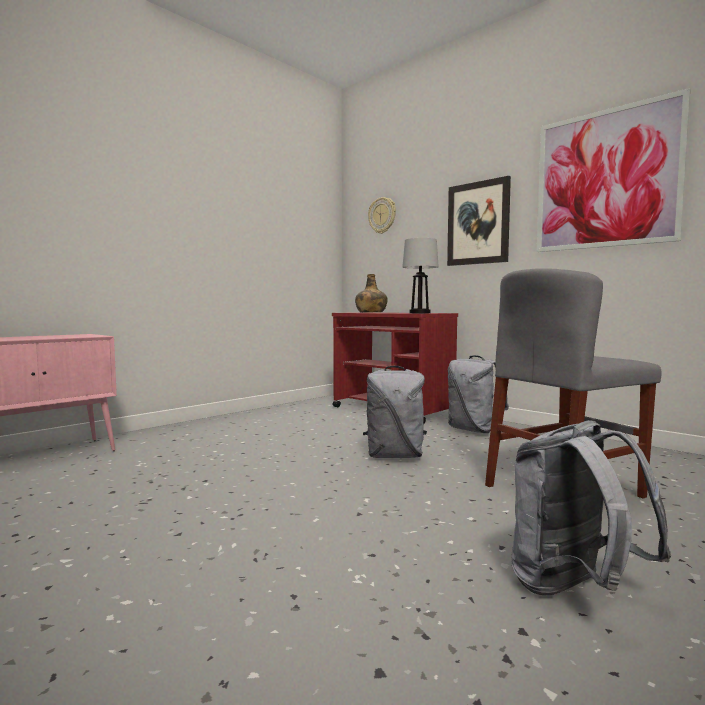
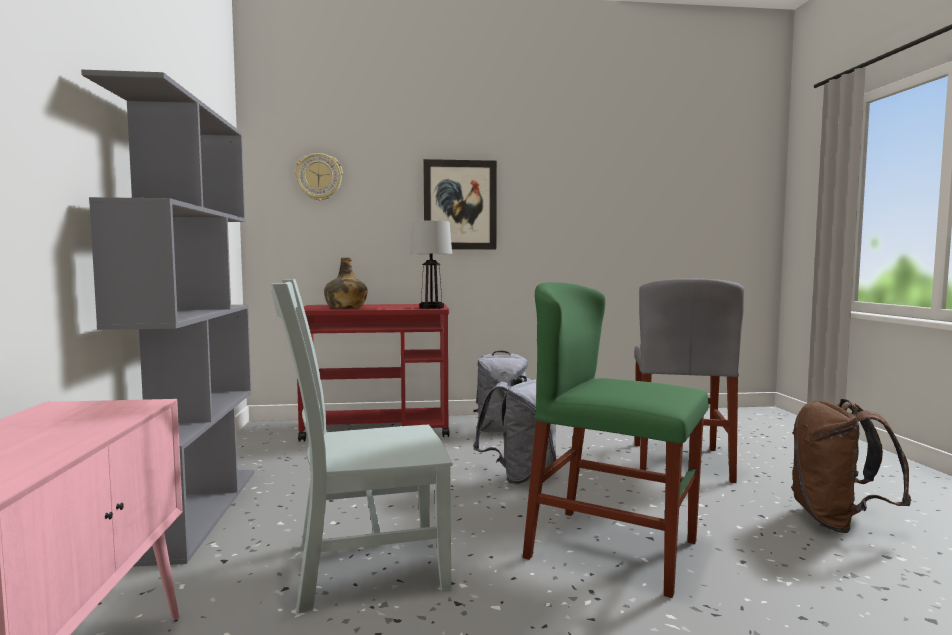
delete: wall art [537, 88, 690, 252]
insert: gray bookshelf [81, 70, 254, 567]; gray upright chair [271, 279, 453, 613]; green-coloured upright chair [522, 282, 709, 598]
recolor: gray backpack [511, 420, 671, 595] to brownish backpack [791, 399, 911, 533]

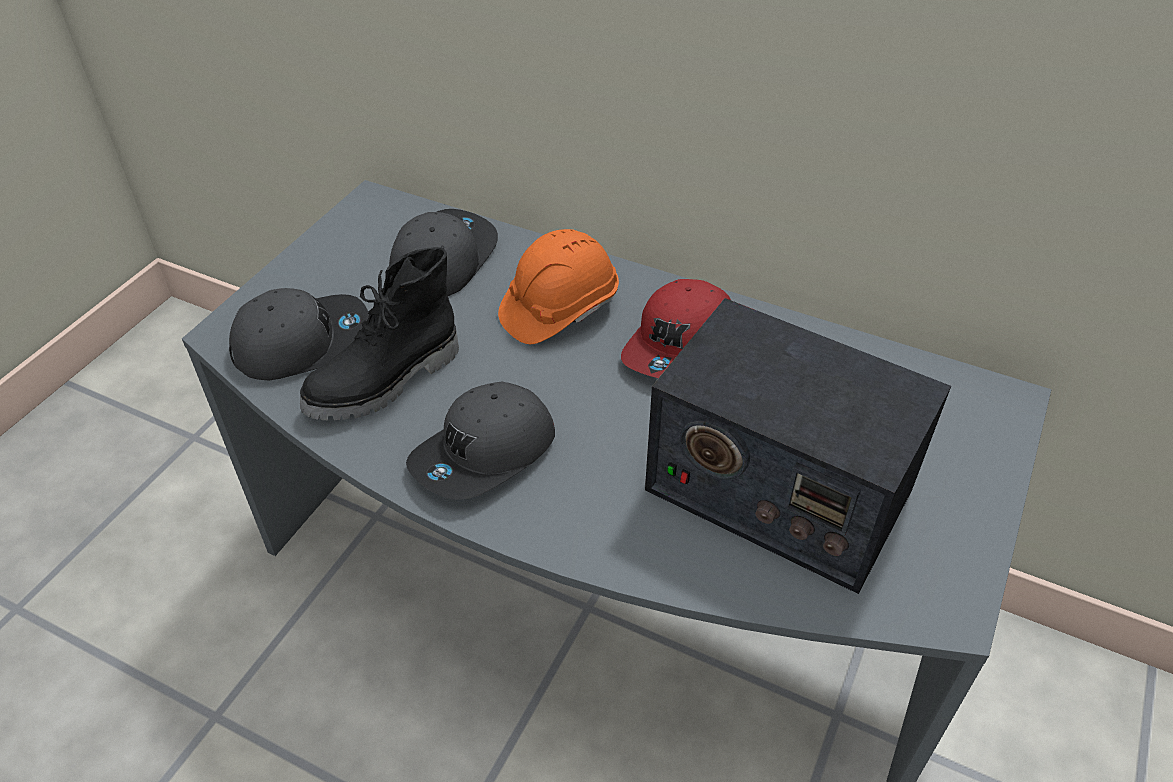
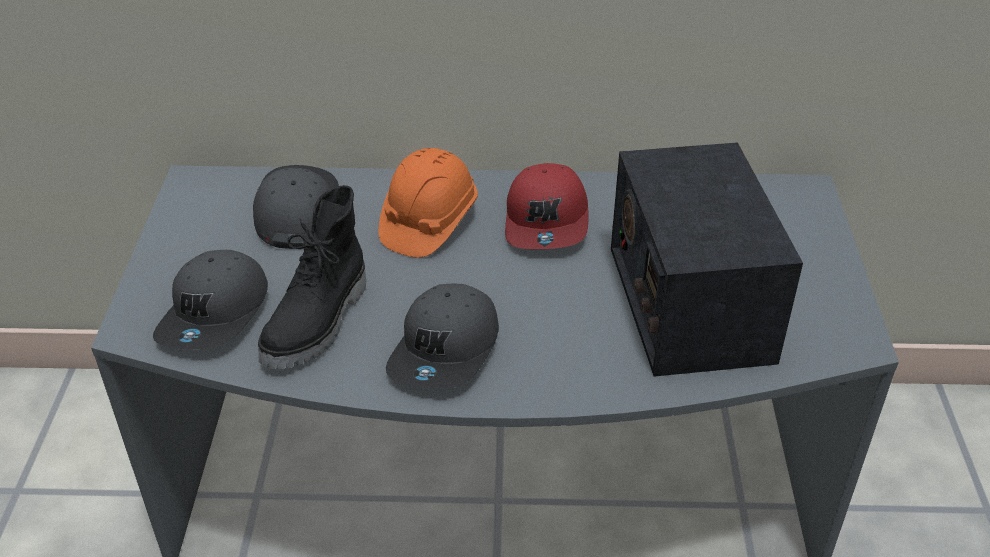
rotate: gray peaked cap [229, 288, 369, 380] = [153, 250, 268, 350] 150 degrees clockwise; radio receiver [645, 298, 951, 594] = [611, 142, 803, 377] 75 degrees clockwise

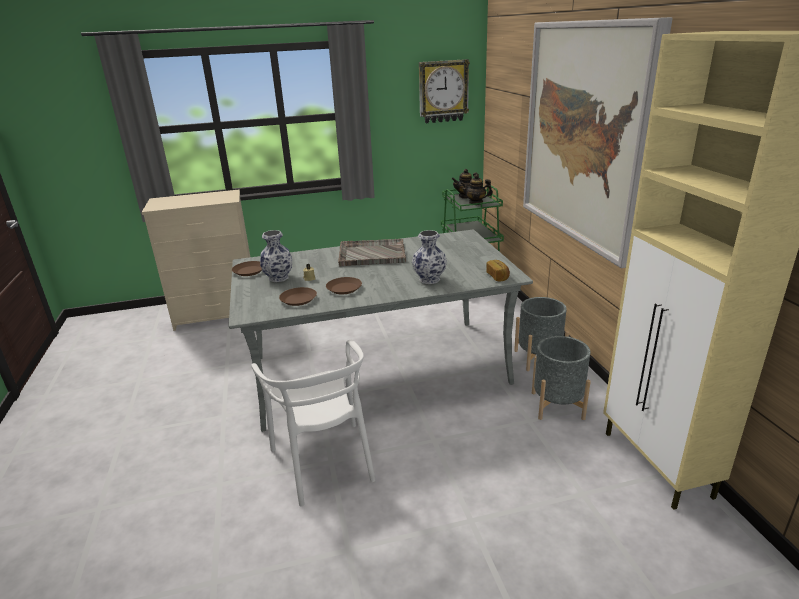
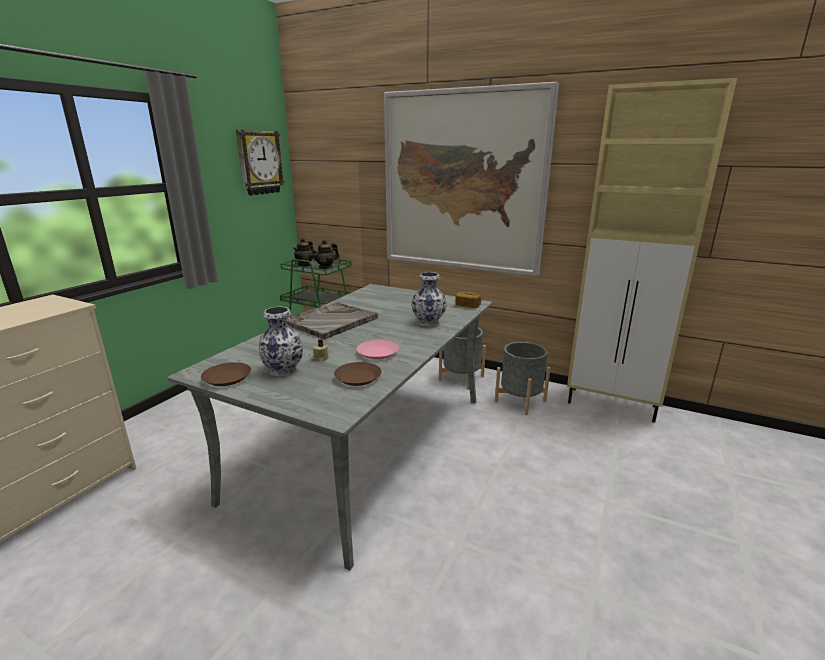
delete: white-coloured upright chair [251, 340, 375, 507]
recolor: brownish flat dish [326, 277, 362, 294] to pink flat dish [357, 340, 399, 360]

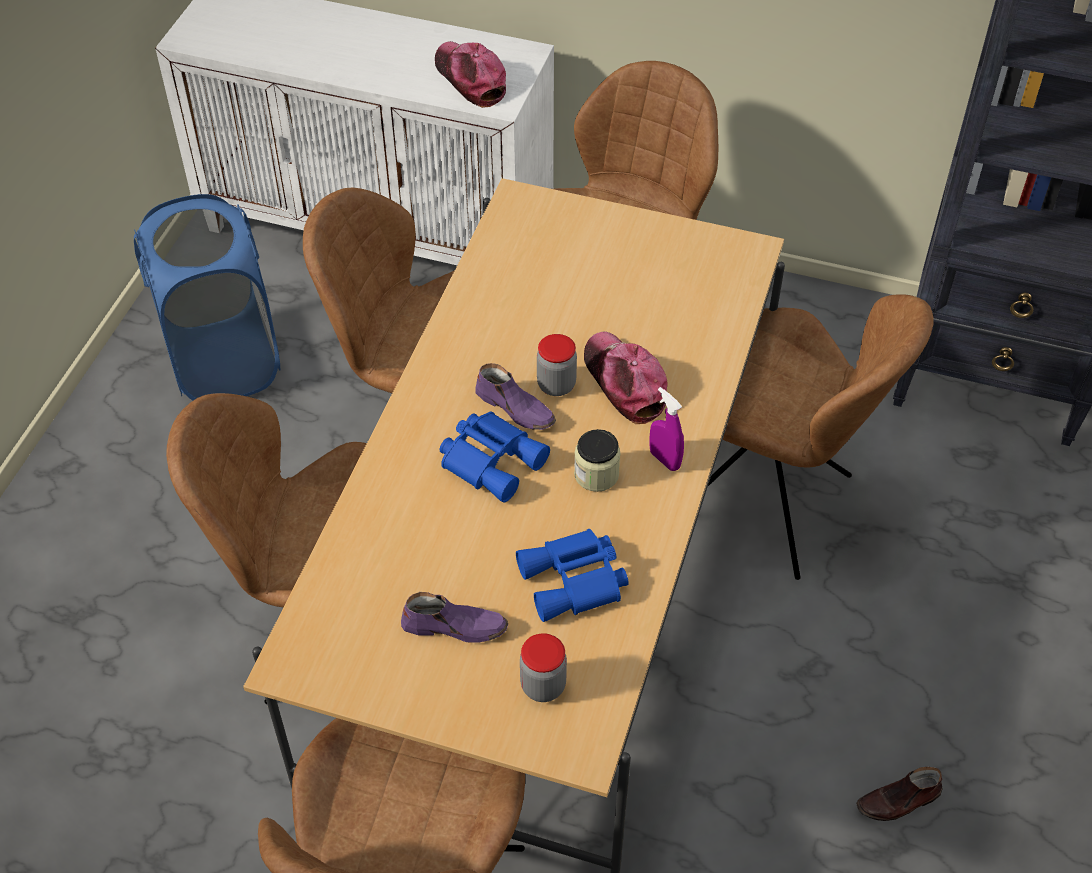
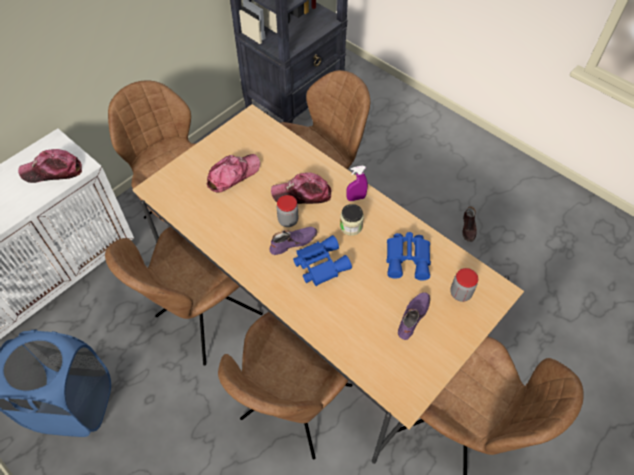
insert: peaked cap [207, 154, 260, 193]

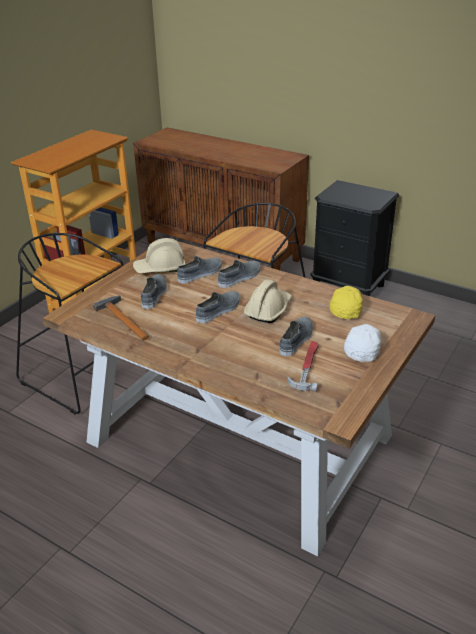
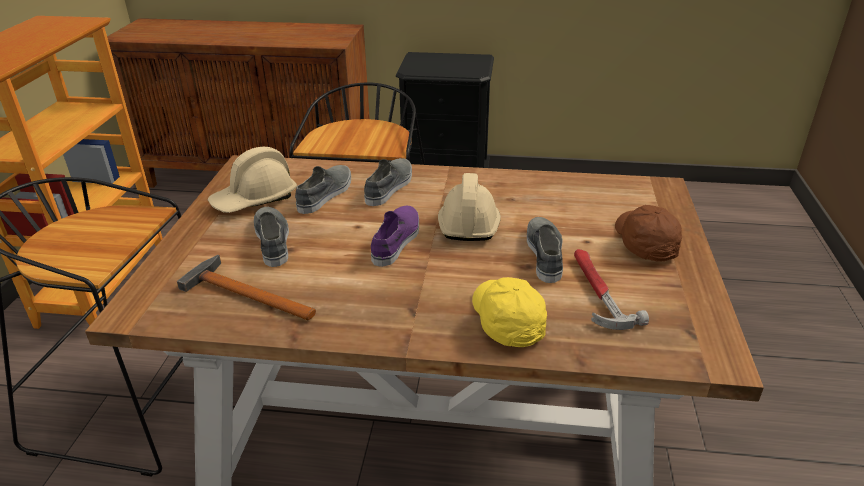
move: yellow peaked cap [330, 286, 363, 319] to [472, 277, 547, 347]
recolor: gray item of footwear [196, 291, 240, 323] to purplish item of footwear [371, 206, 419, 267]; white-coloured peaked cap [344, 324, 381, 362] to brownish peaked cap [615, 205, 682, 262]

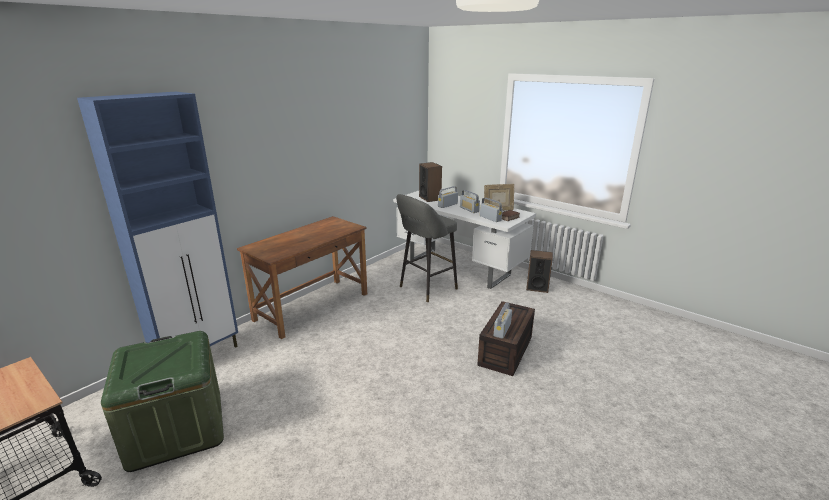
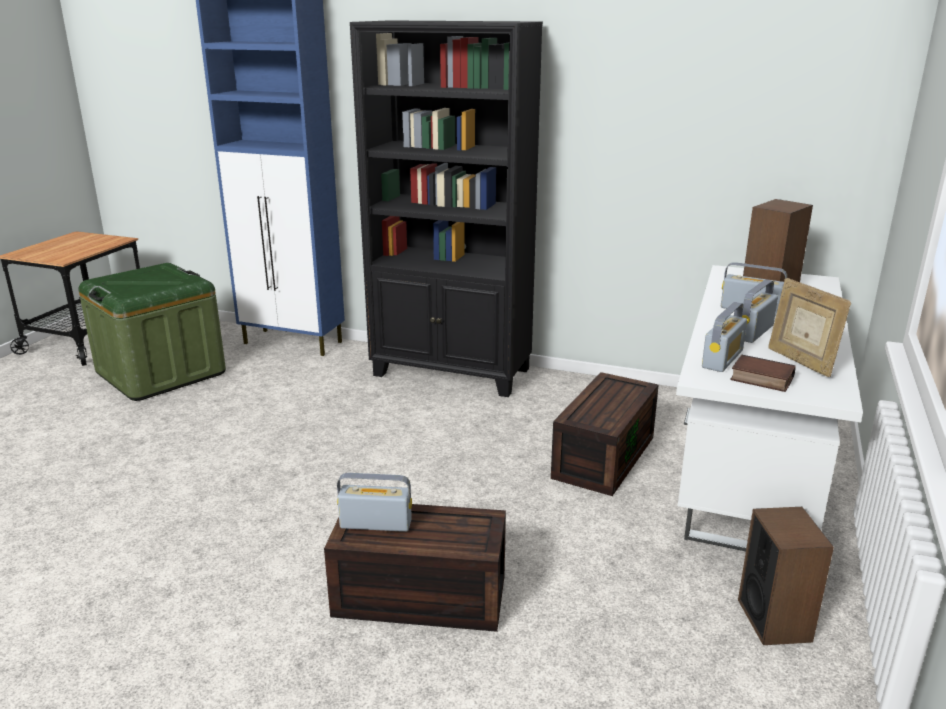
replace: gray sitting stool [396, 194, 458, 302] to brownish storage container [551, 372, 659, 496]; brownish desk [237, 216, 367, 339] to black bookshelf [350, 20, 543, 397]

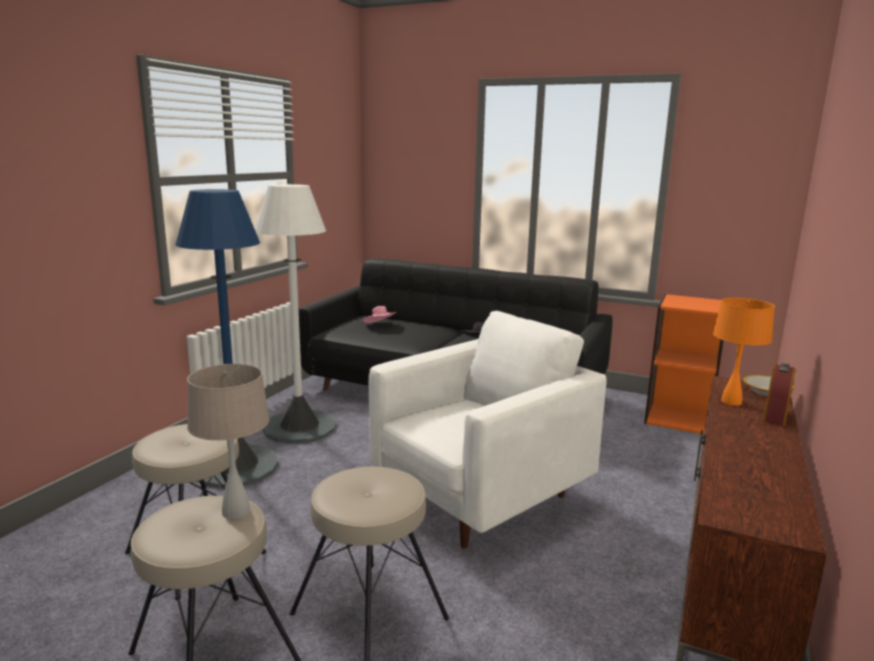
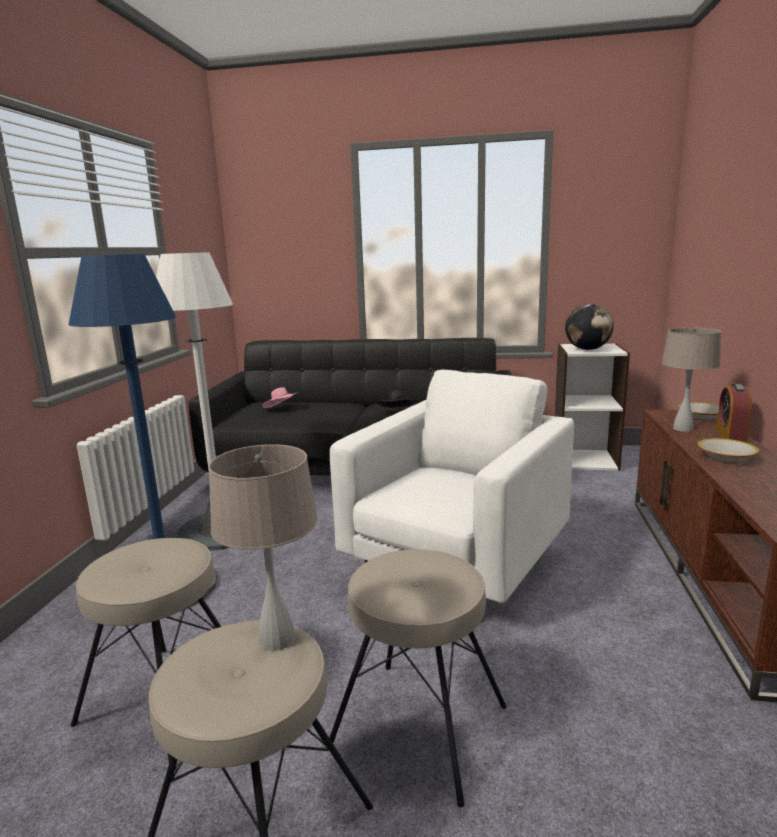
insert: desk globe [565, 304, 614, 350]; deep dish [697, 438, 760, 463]
recolor: orangey bookshelf [644, 294, 724, 434] to white-coloured bookshelf [554, 343, 630, 471]; orangey table lamp [713, 298, 775, 406] to beige-coloured table lamp [662, 327, 721, 432]

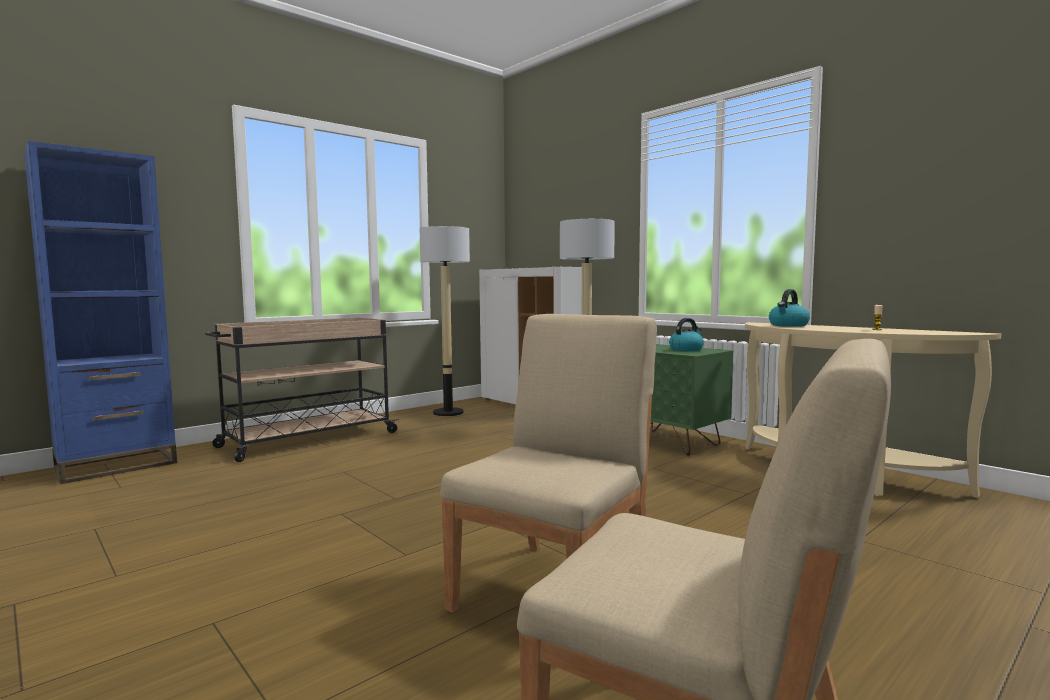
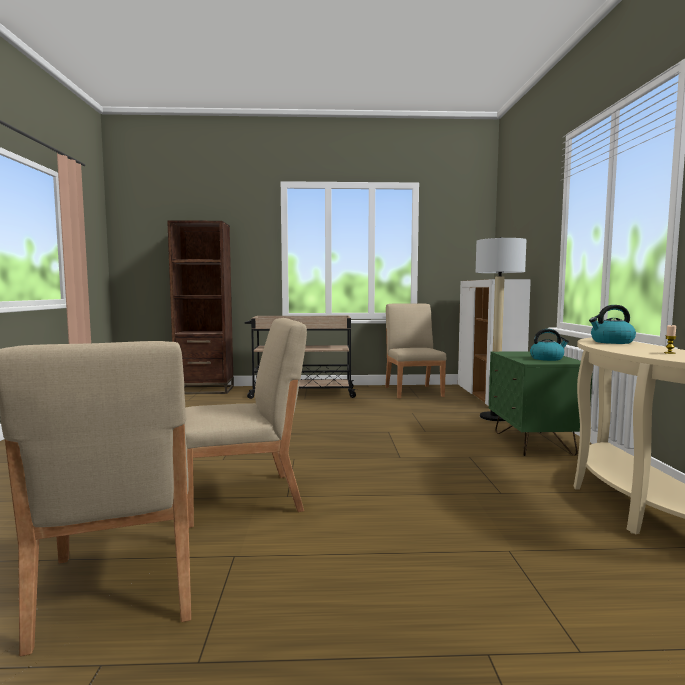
replace: standard lamp [420, 225, 470, 416] to beige-coloured upright chair [385, 303, 446, 398]
recolor: blue bookshelf [24, 141, 177, 484] to brownish bookshelf [167, 220, 234, 394]

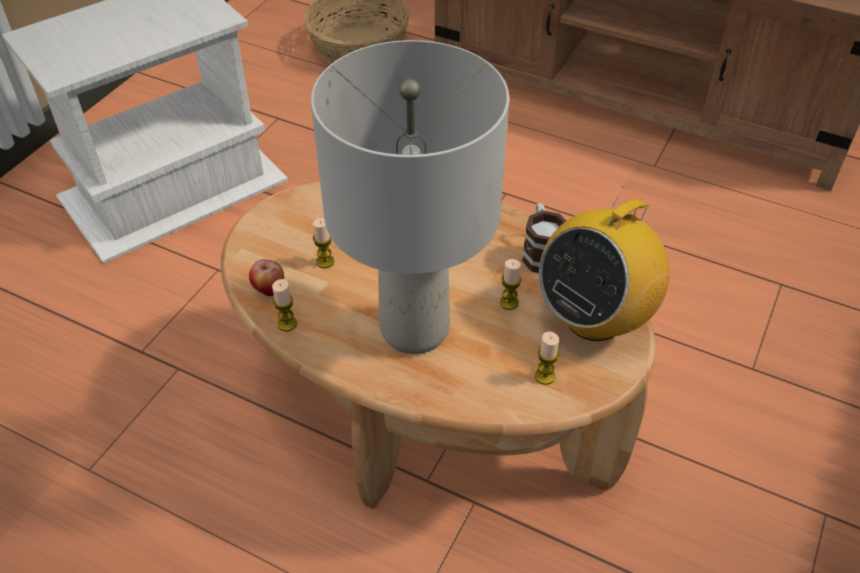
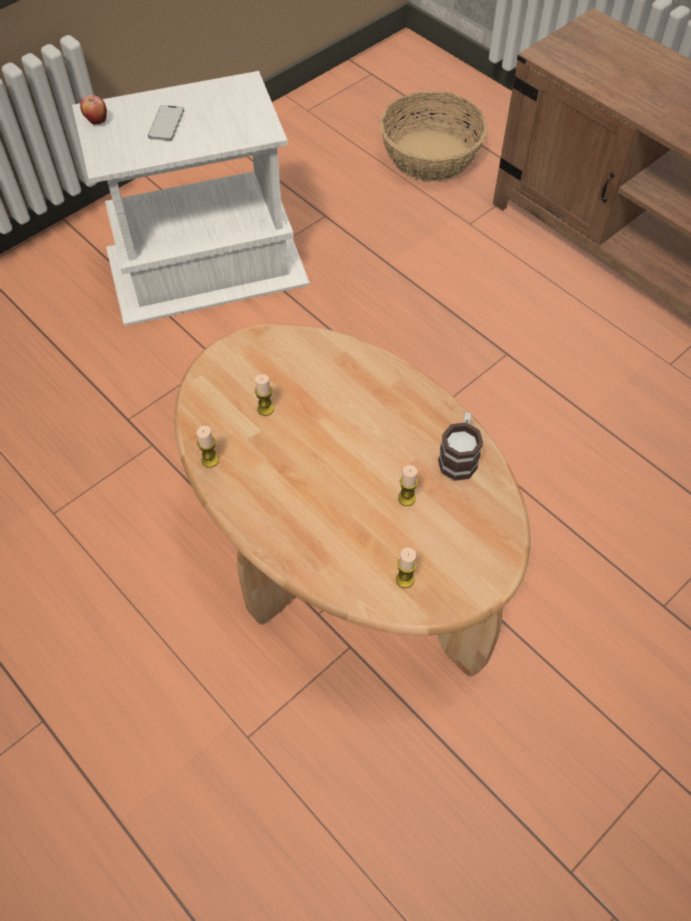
delete: gray table lamp [311, 40, 509, 354]; radio receiver [539, 186, 670, 341]
insert: telephone [148, 105, 184, 141]
move: whole apple [249, 259, 284, 297] to [80, 95, 107, 125]

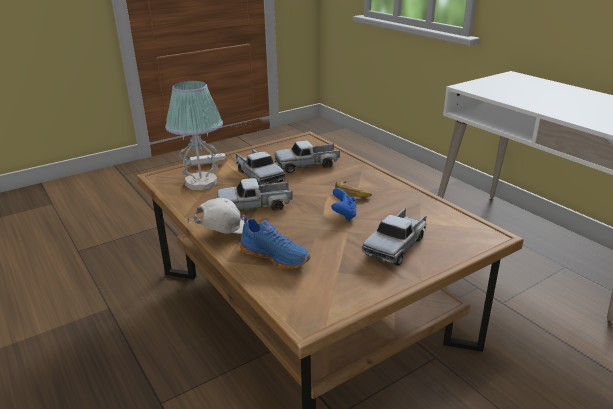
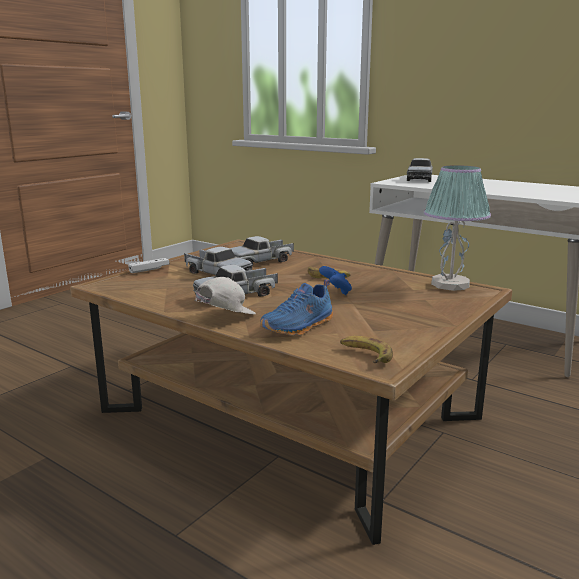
insert: banana [340, 336, 393, 363]
move: table lamp [165, 81, 223, 190] to [424, 165, 491, 291]; model truck [362, 208, 427, 266] to [407, 158, 433, 182]
rotate: blue item of footwear [239, 215, 311, 269] = [260, 279, 333, 336] 120 degrees clockwise

